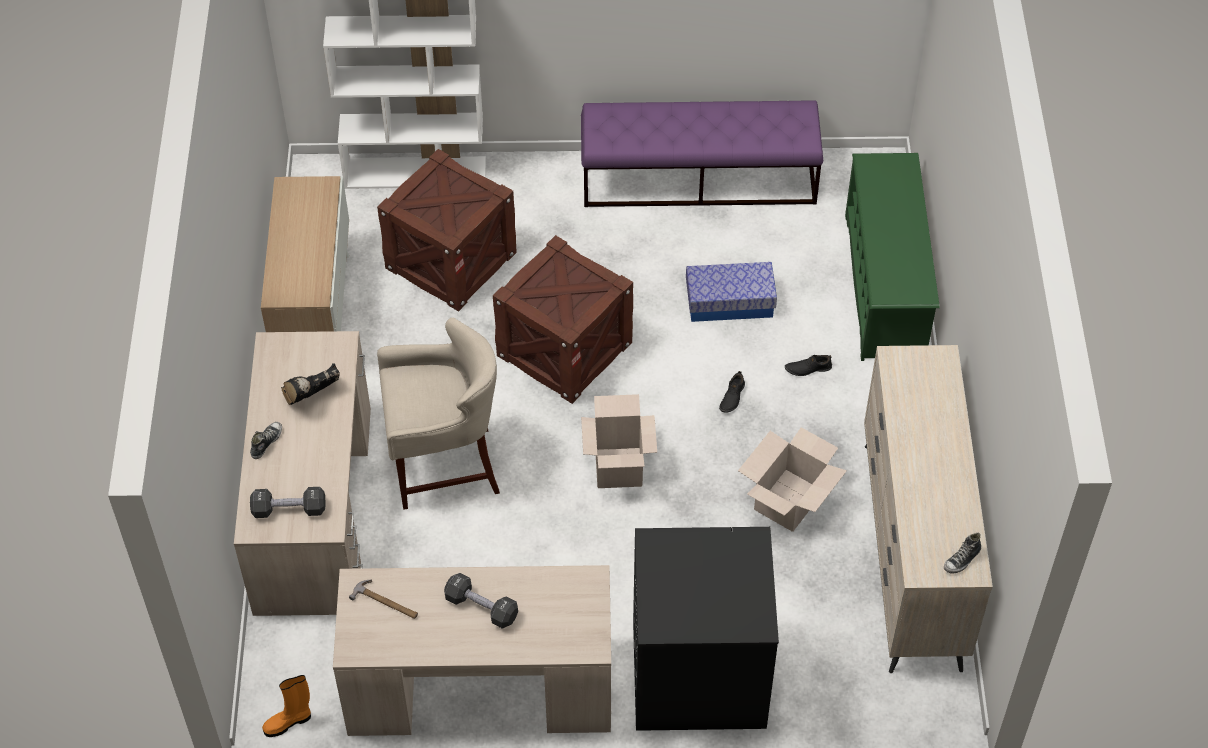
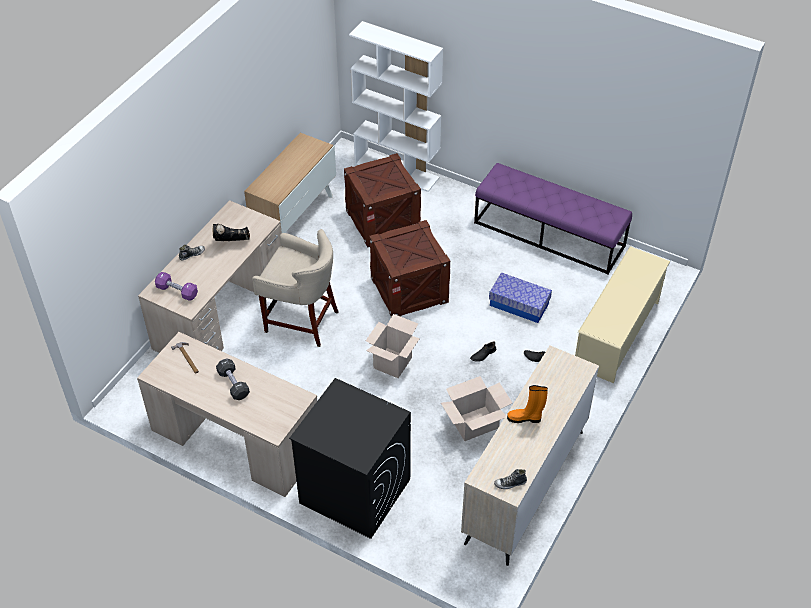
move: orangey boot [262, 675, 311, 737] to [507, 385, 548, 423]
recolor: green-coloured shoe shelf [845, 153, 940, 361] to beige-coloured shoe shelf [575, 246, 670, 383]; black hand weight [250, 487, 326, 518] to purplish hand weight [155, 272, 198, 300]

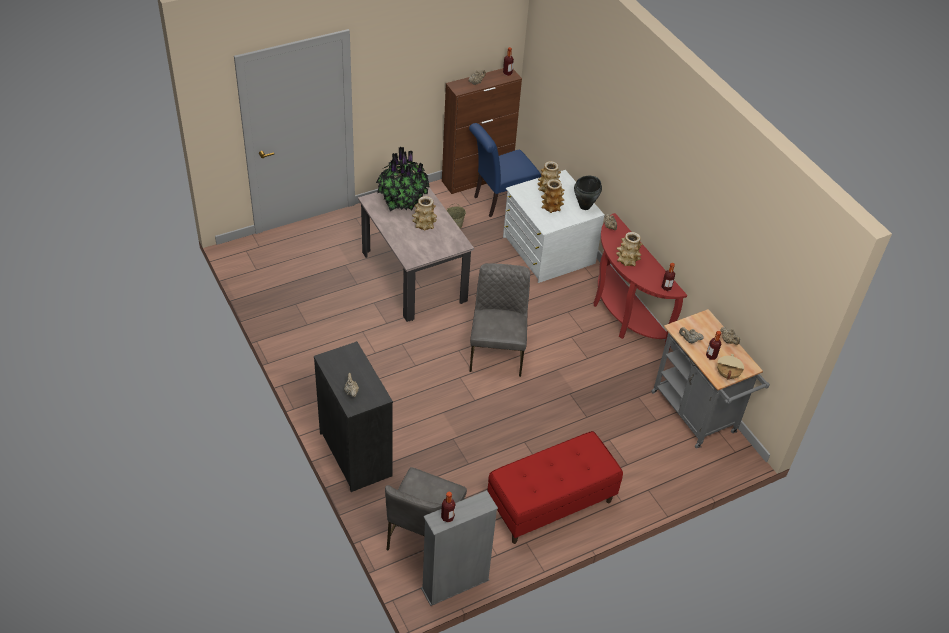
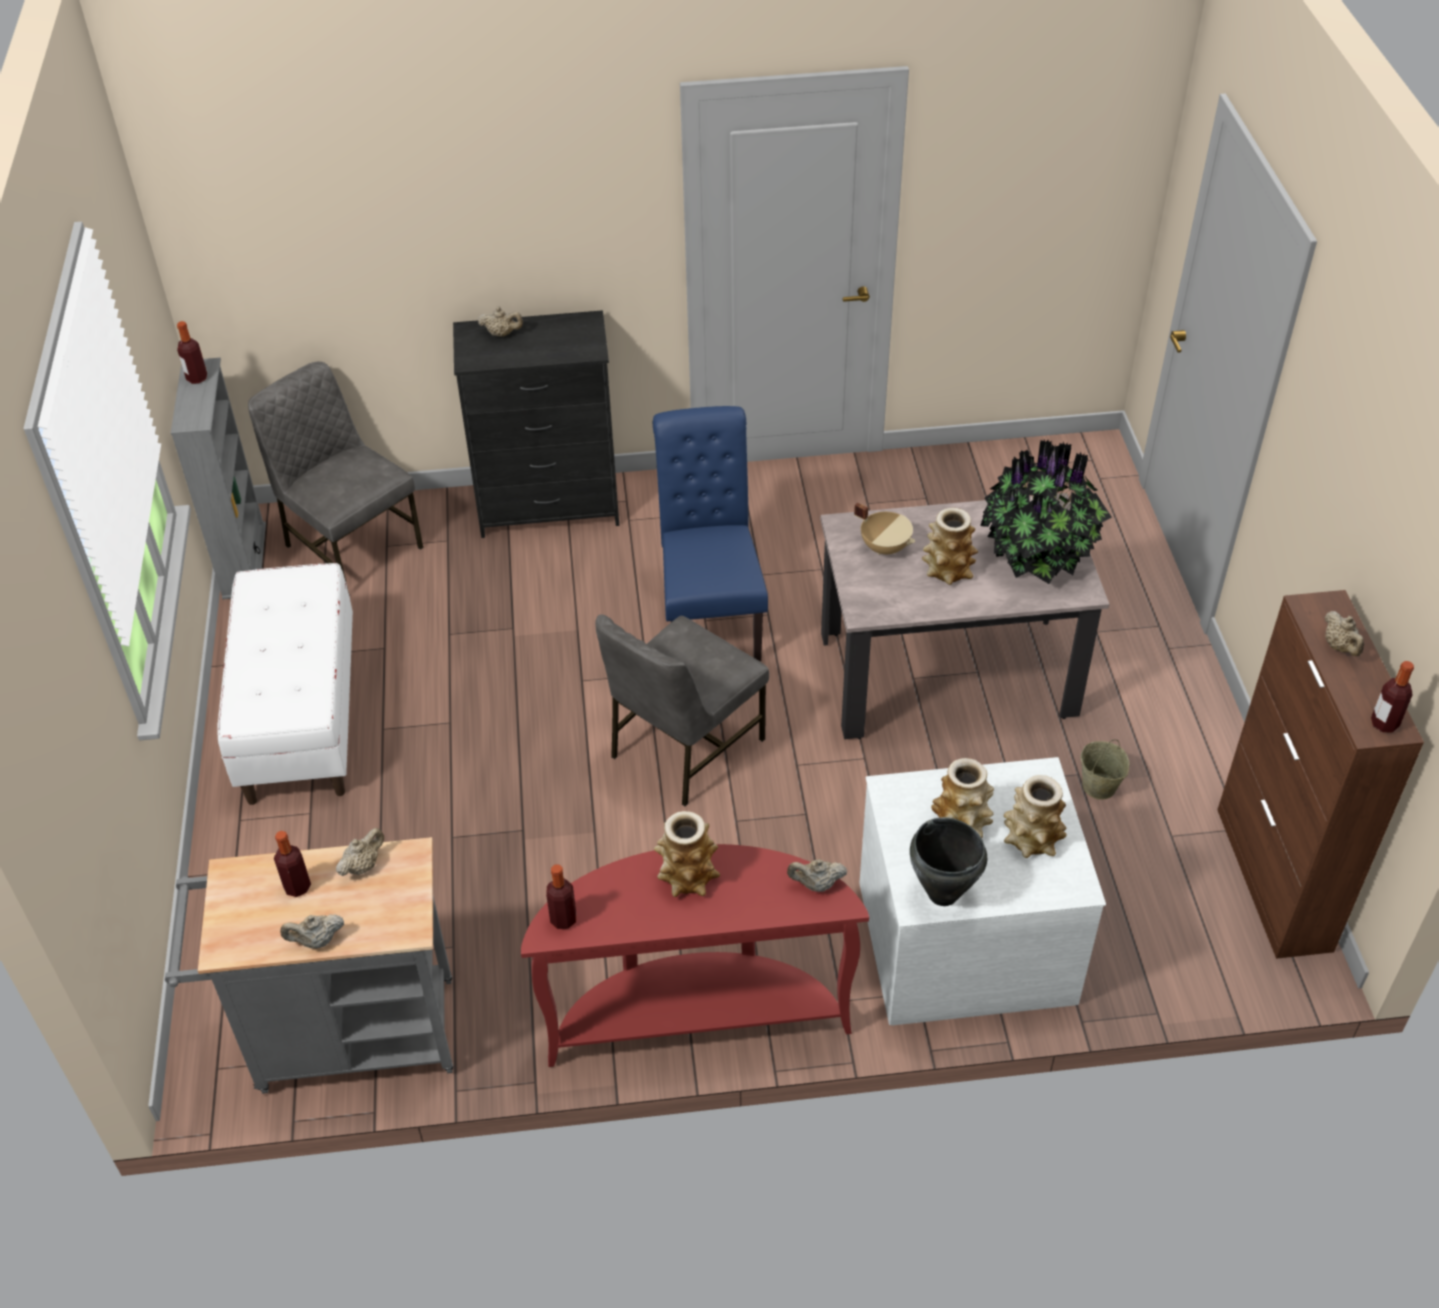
move: blue upright chair [469, 123, 541, 217] to [653, 406, 768, 661]; beige-coloured cooking pot [717, 354, 744, 380] to [854, 503, 915, 555]
recolor: red-coloured long seat [487, 431, 623, 544] to white-coloured long seat [218, 563, 353, 805]
rotate: gray upright chair [470, 263, 530, 377] = [595, 615, 769, 806] 105 degrees clockwise

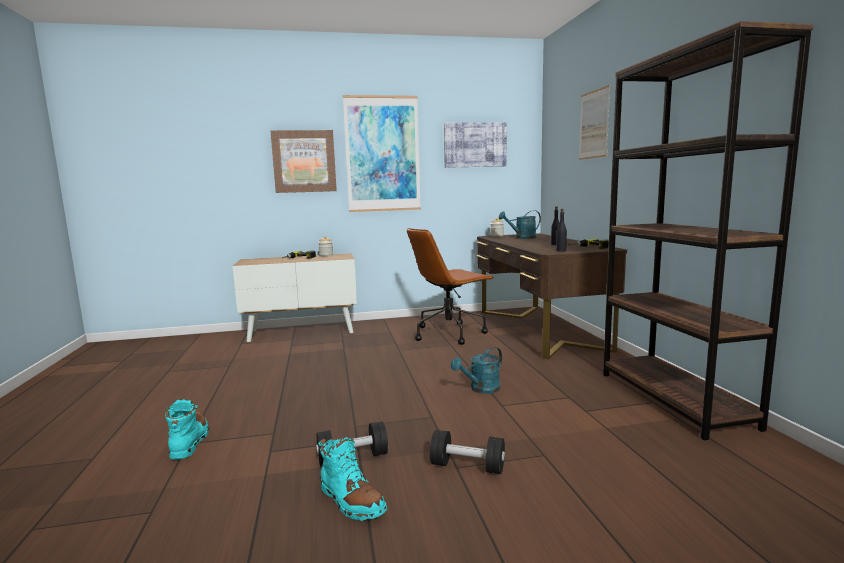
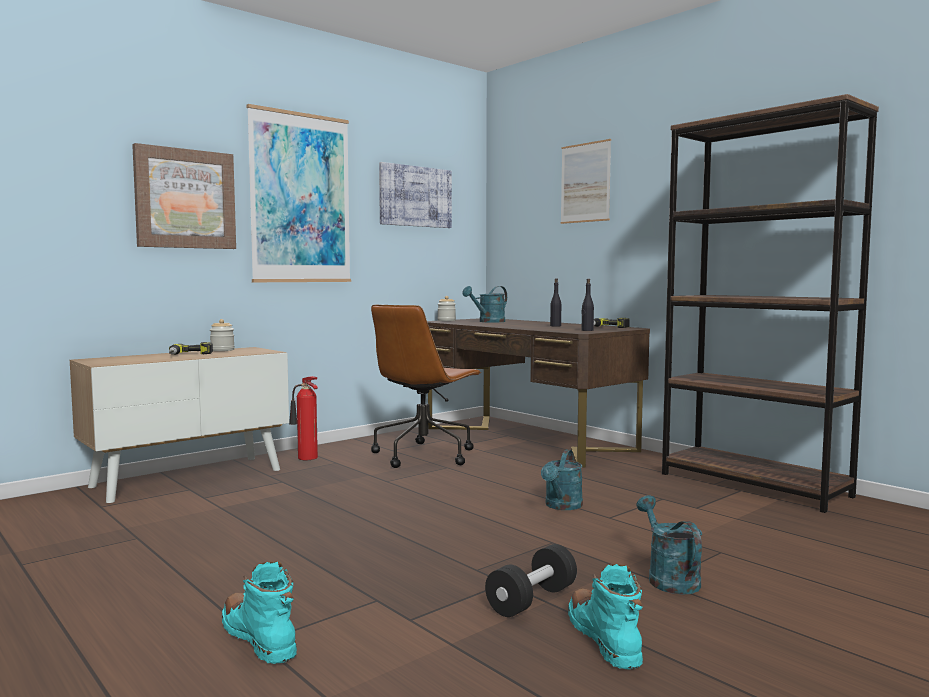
insert: fire extinguisher [289, 376, 318, 460]
replace: black hand weight [430, 430, 505, 474] to turquoise watering pot [636, 495, 702, 595]
rotate: turquoise boot [318, 437, 387, 521] = [568, 564, 643, 670] 120 degrees counterclockwise

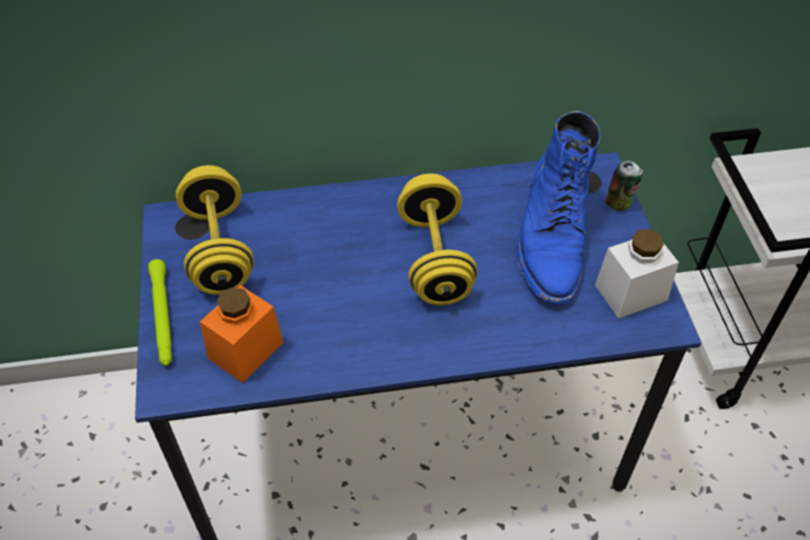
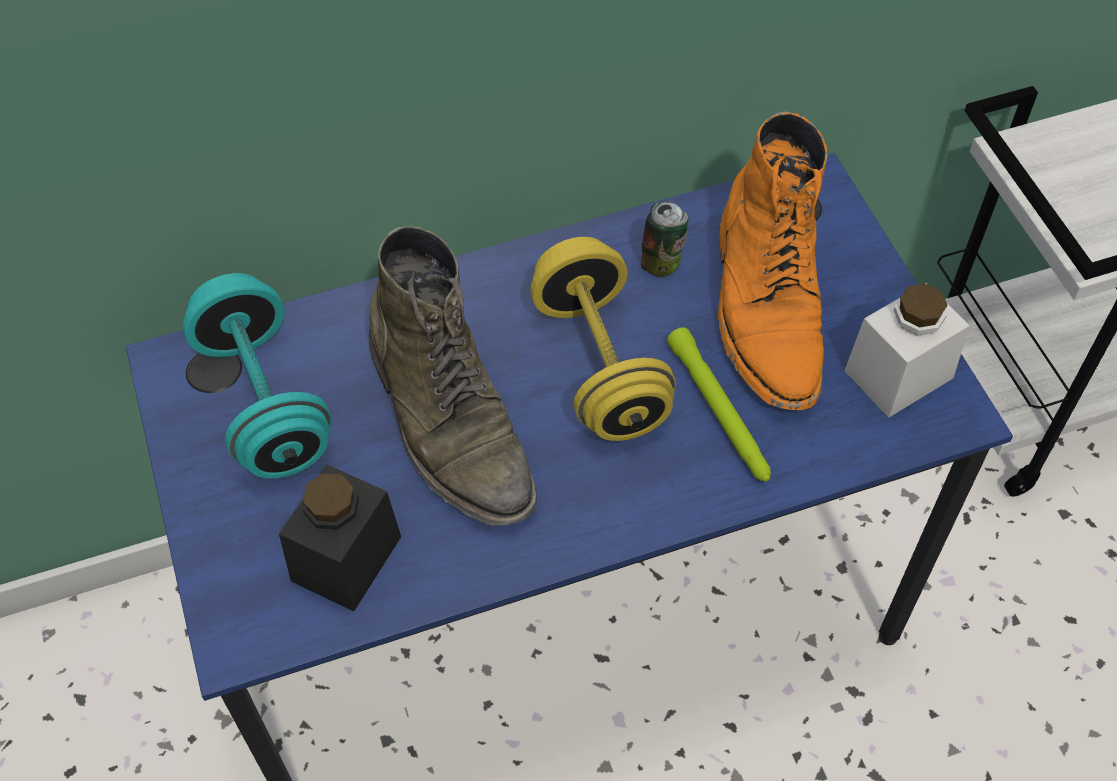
insert: green-coloured boot [369, 226, 537, 526]
move: metal can [606, 160, 643, 211] to [641, 201, 689, 277]; green-coloured hand torch [148, 259, 172, 366] to [667, 327, 771, 482]
recolor: blue boot [517, 111, 601, 304] to orangey boot [718, 112, 828, 410]; yellow hand weight [176, 165, 254, 294] to turquoise hand weight [183, 273, 332, 479]; orangey storage jar [200, 285, 284, 383] to black storage jar [279, 465, 401, 611]

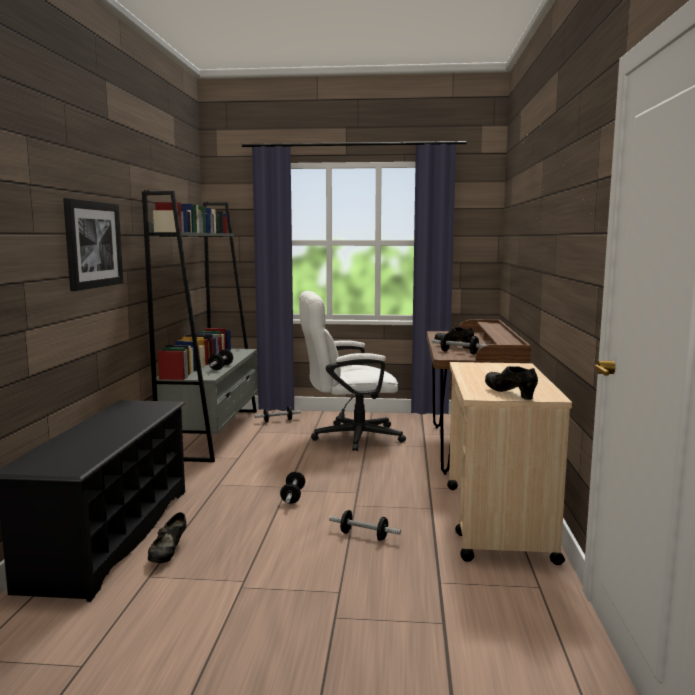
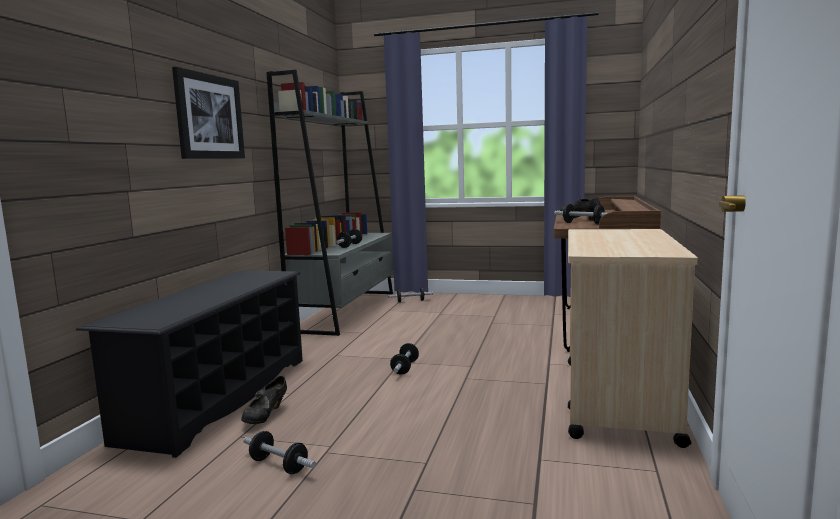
delete: white-coloured desk chair [299, 291, 406, 451]; black item of footwear [485, 366, 538, 400]
move: hand weight [329, 510, 401, 541] to [243, 431, 316, 474]

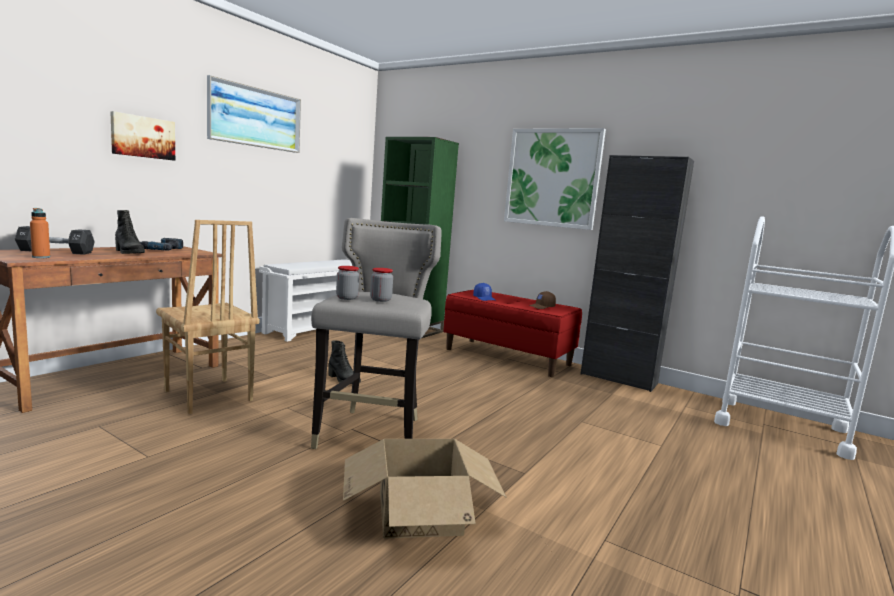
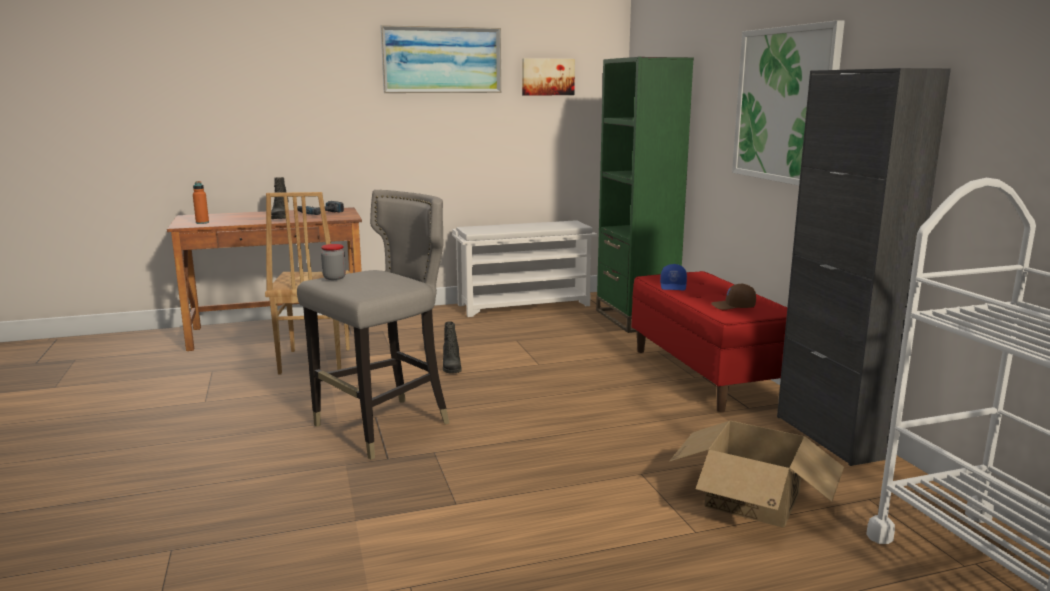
delete: black hand weight [15, 226, 95, 255]; storage jar [370, 268, 393, 302]
move: wall art [110, 111, 175, 160] to [522, 58, 575, 95]; cardboard box [343, 439, 507, 538] to [669, 421, 844, 528]

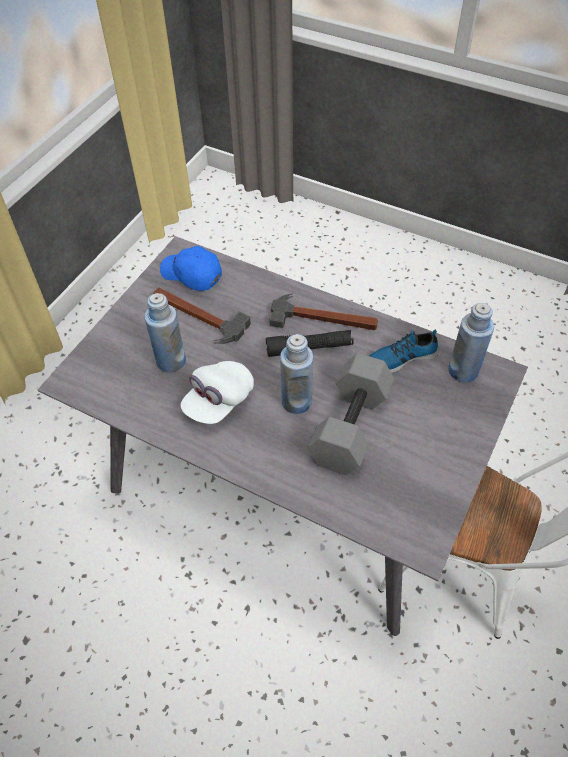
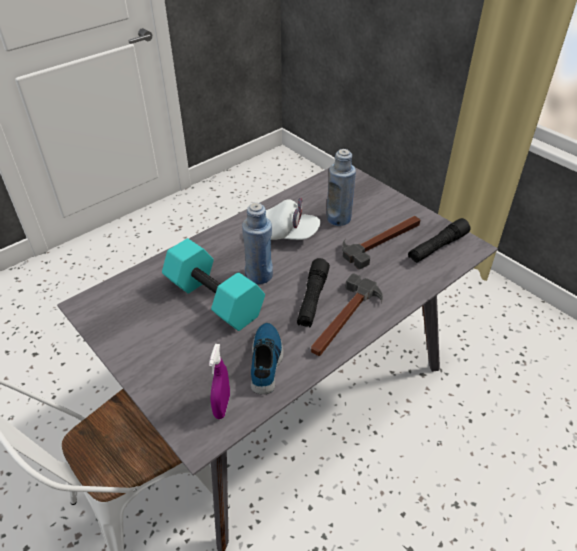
replace: blue peaked cap [160, 246, 222, 291] to black hand torch [408, 218, 471, 263]; blue beverage bottle [448, 303, 494, 382] to purplish spray bottle [209, 344, 230, 419]
recolor: gray hand weight [307, 353, 394, 475] to turquoise hand weight [162, 238, 265, 331]
rotate: white-coloured peaked cap [181, 361, 254, 424] = [266, 198, 321, 240] 135 degrees clockwise

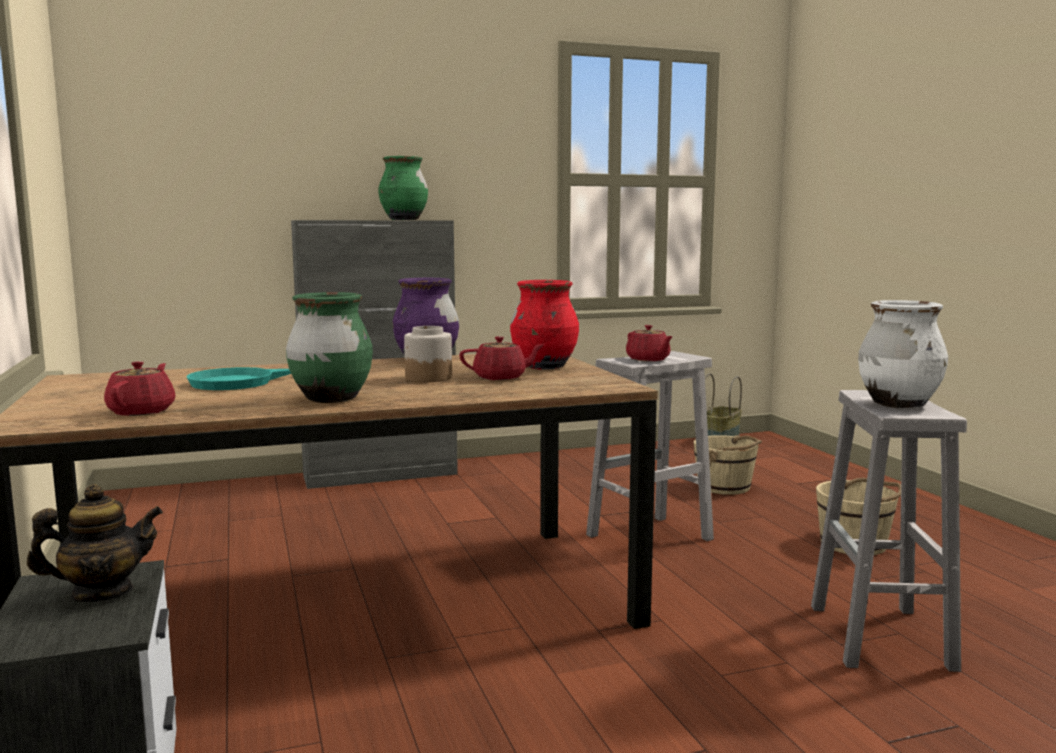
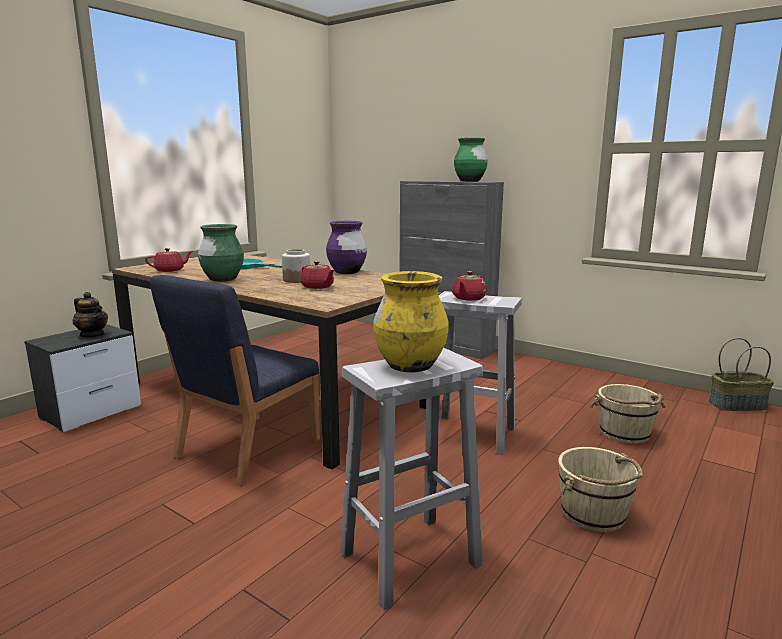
delete: red-coloured decorative vase [510, 280, 579, 370]
insert: blue upright chair [150, 275, 320, 487]
recolor: white-coloured decorative vase [858, 300, 948, 408] to yellow decorative vase [374, 271, 449, 373]

